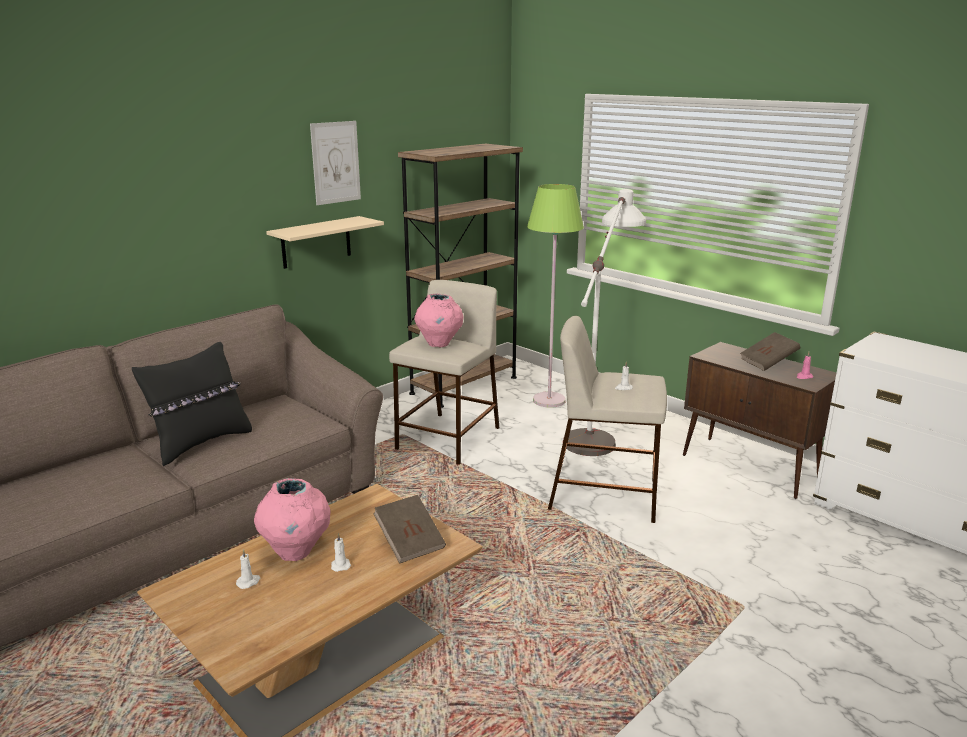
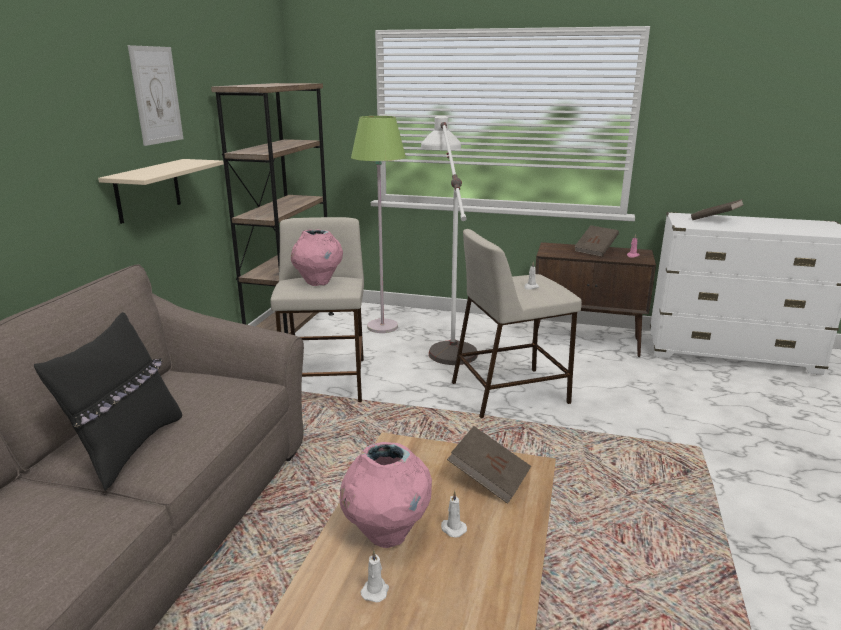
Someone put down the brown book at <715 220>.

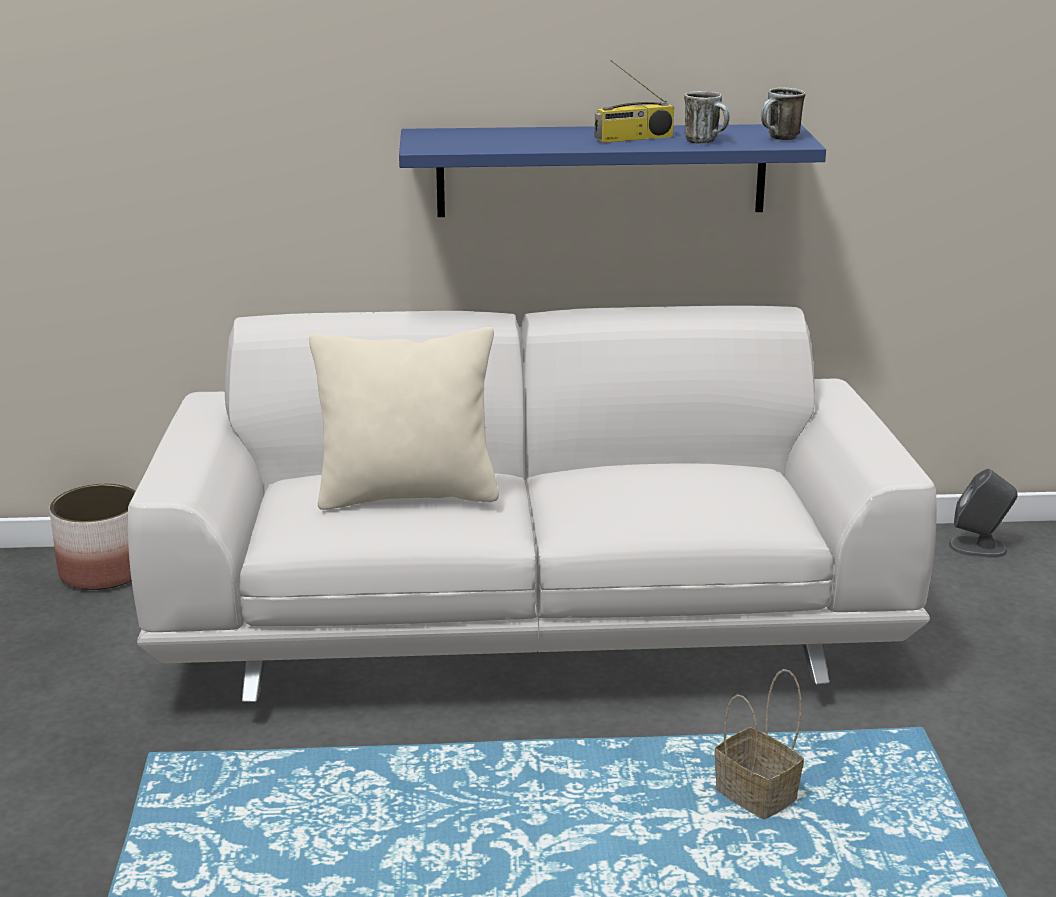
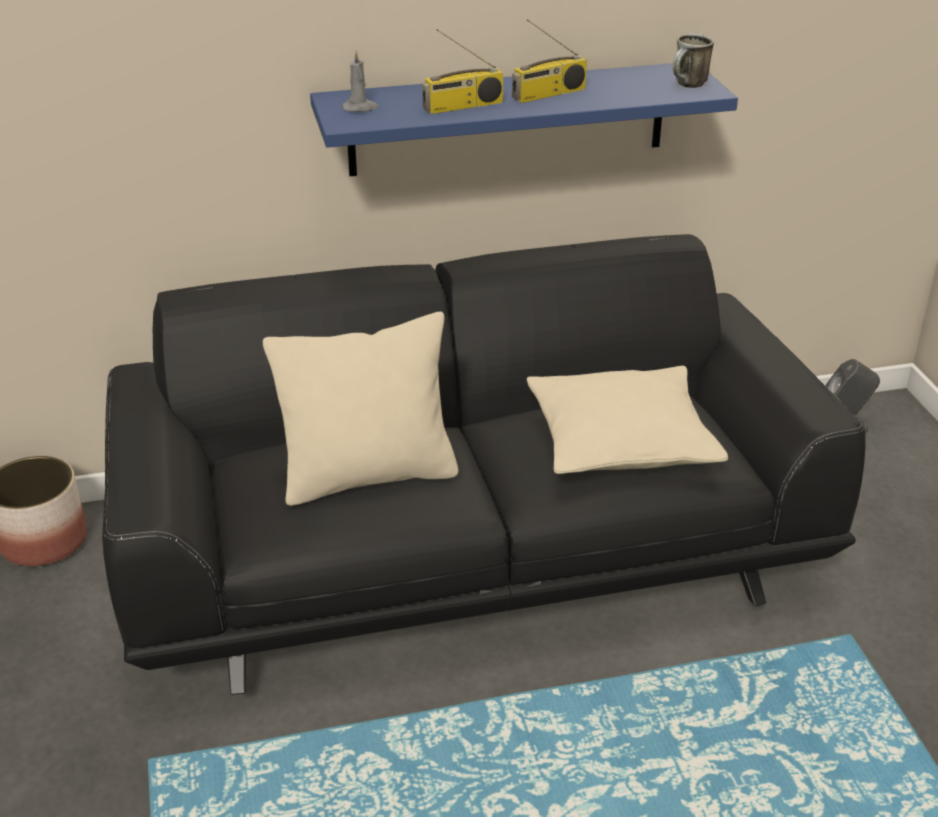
Someone repainted the white sofa at <530 620>, which became the black sofa at <471 553>.
Someone took away the mug at <706 141>.
Someone took away the basket at <758 797>.
Someone put down the grey candle at <360 108>.
Someone put down the radio at <463 106>.
Someone put down the beige pillow at <621 442>.

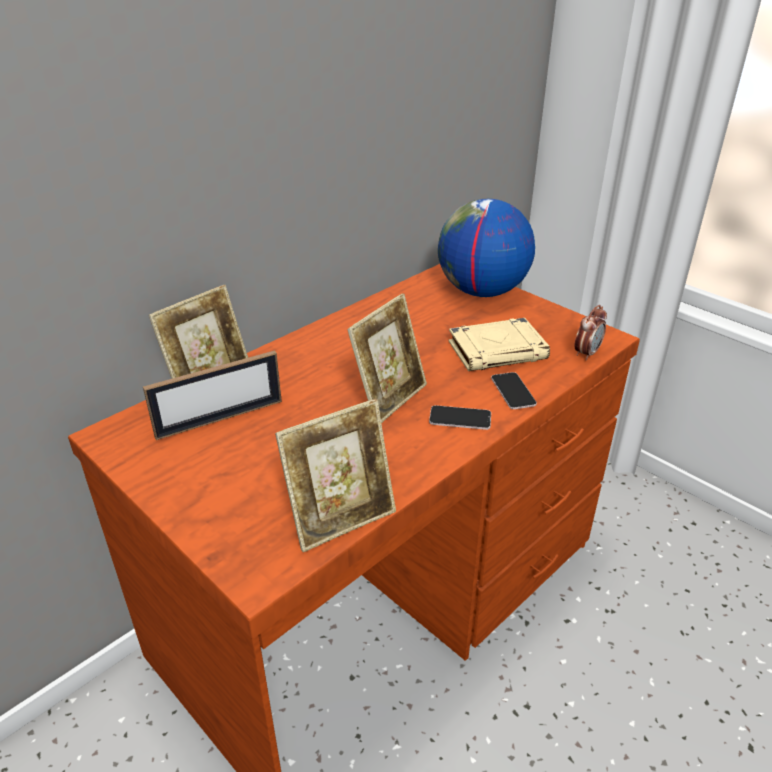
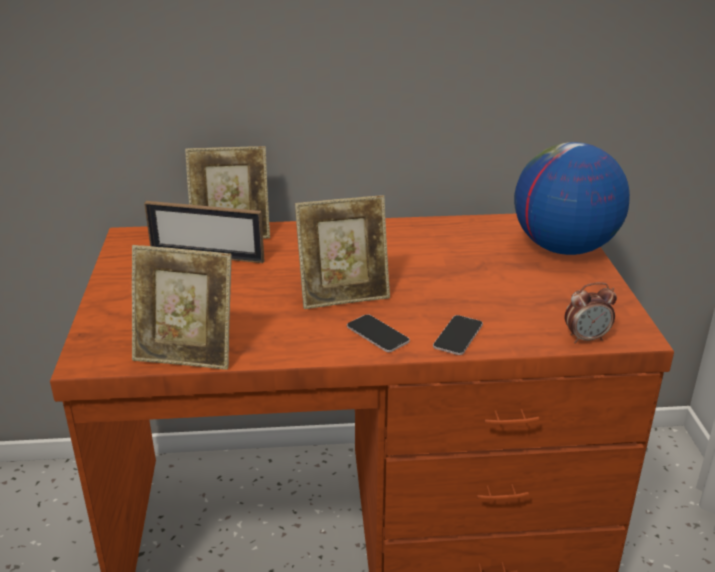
Someone took away the beige book at <498 350>.

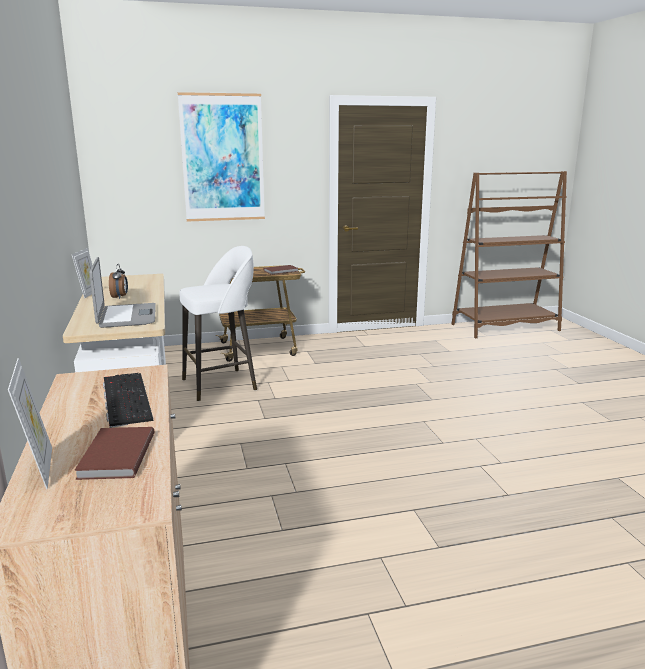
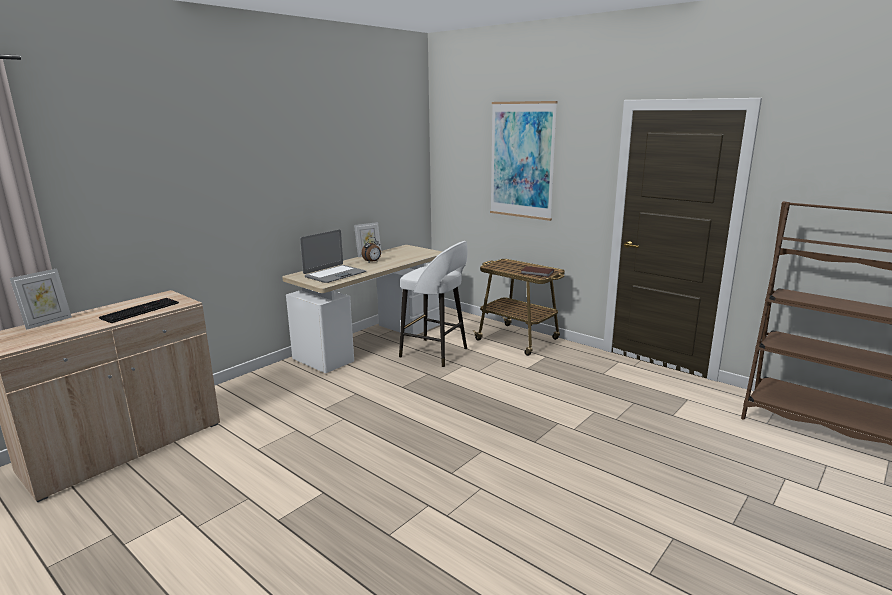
Someone took away the brown book at <115 456>.

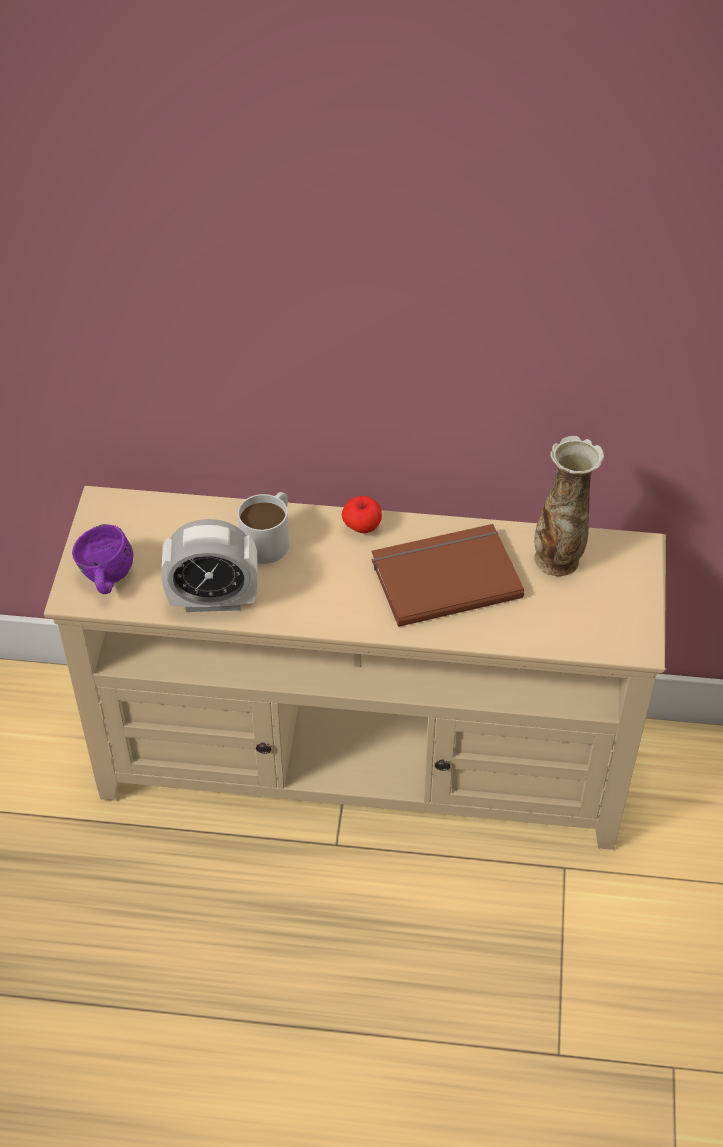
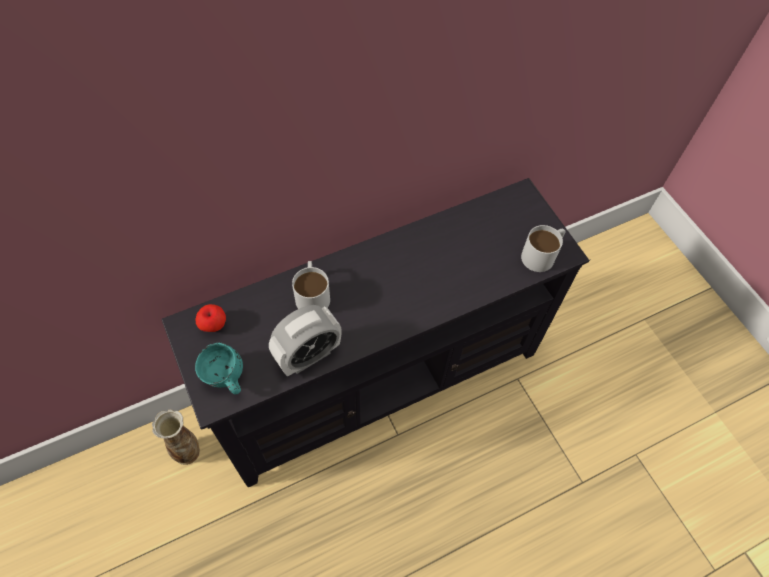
Someone repainted the beige tv stand at <362 762>, which became the black tv stand at <379 379>.
Someone repainted the purple mug at <104 579>, which became the turquoise mug at <225 380>.
Someone carried the apple from <362 527> to <213 325>.
Someone took away the brown book at <444 576>.
Someone carried the vase from <558 560> to <188 452>.
Someone put down the white mug at <542 254>.

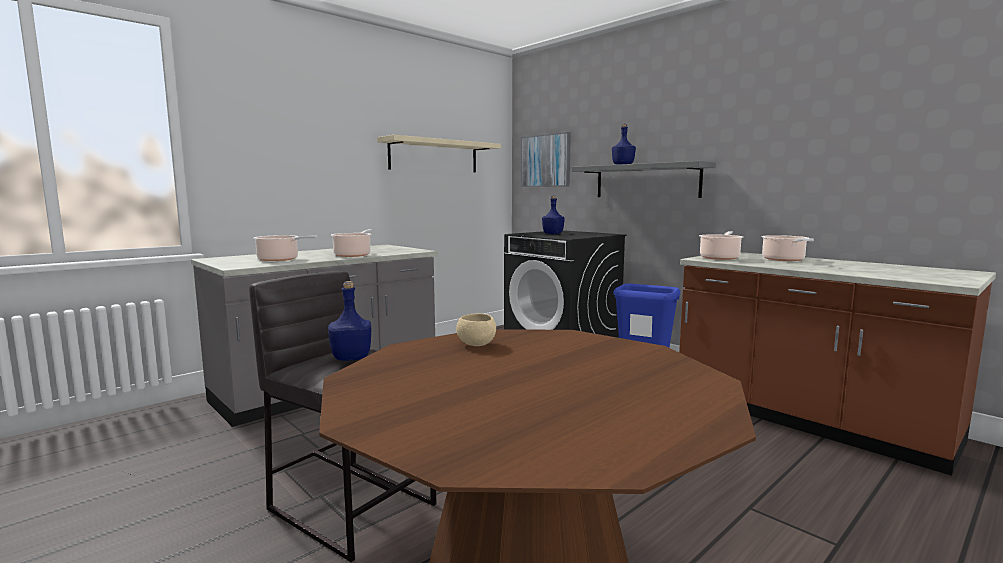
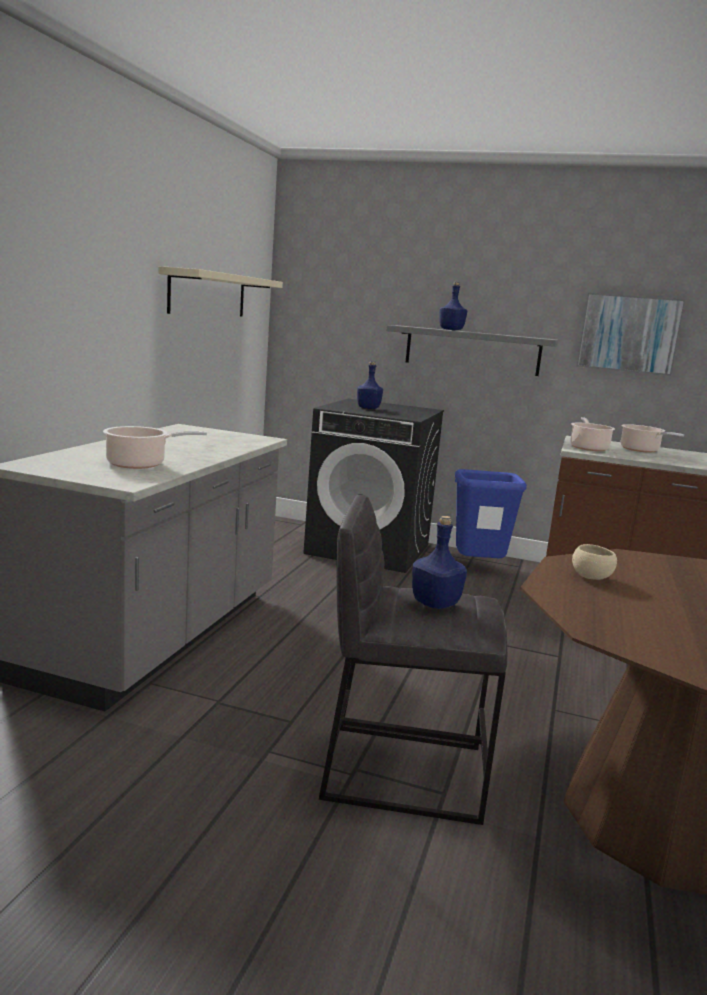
Someone took away the cooking pot at <353 255>.
Someone carried the picture from <545 161> to <629 333>.

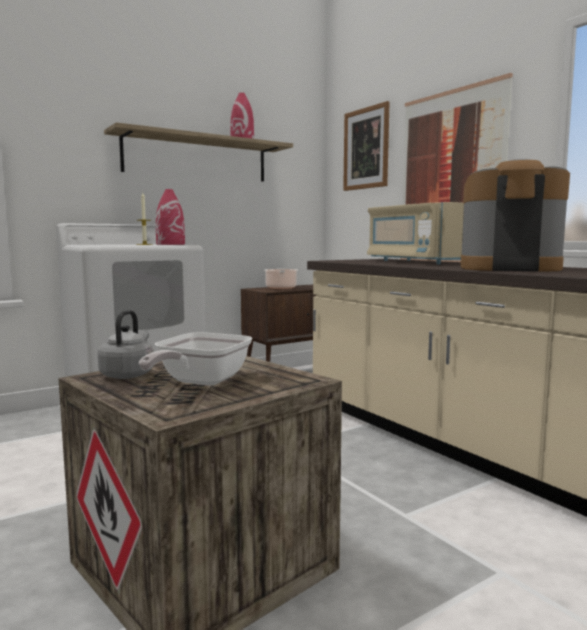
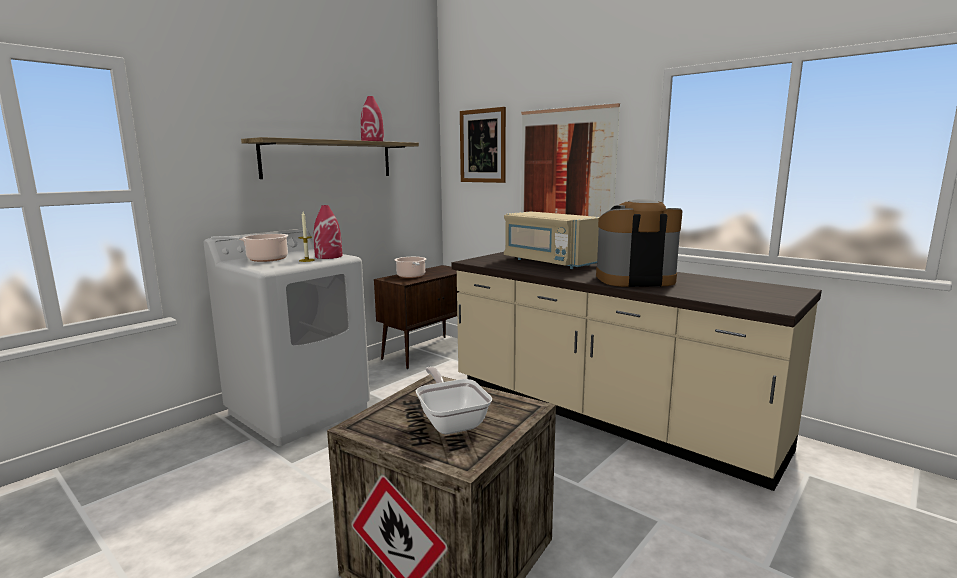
Someone took away the grey kettle at <128 374>.
Someone rotated the frying pan at <199 382> by 150 degrees clockwise.
Someone put down the cooking pot at <264 259>.

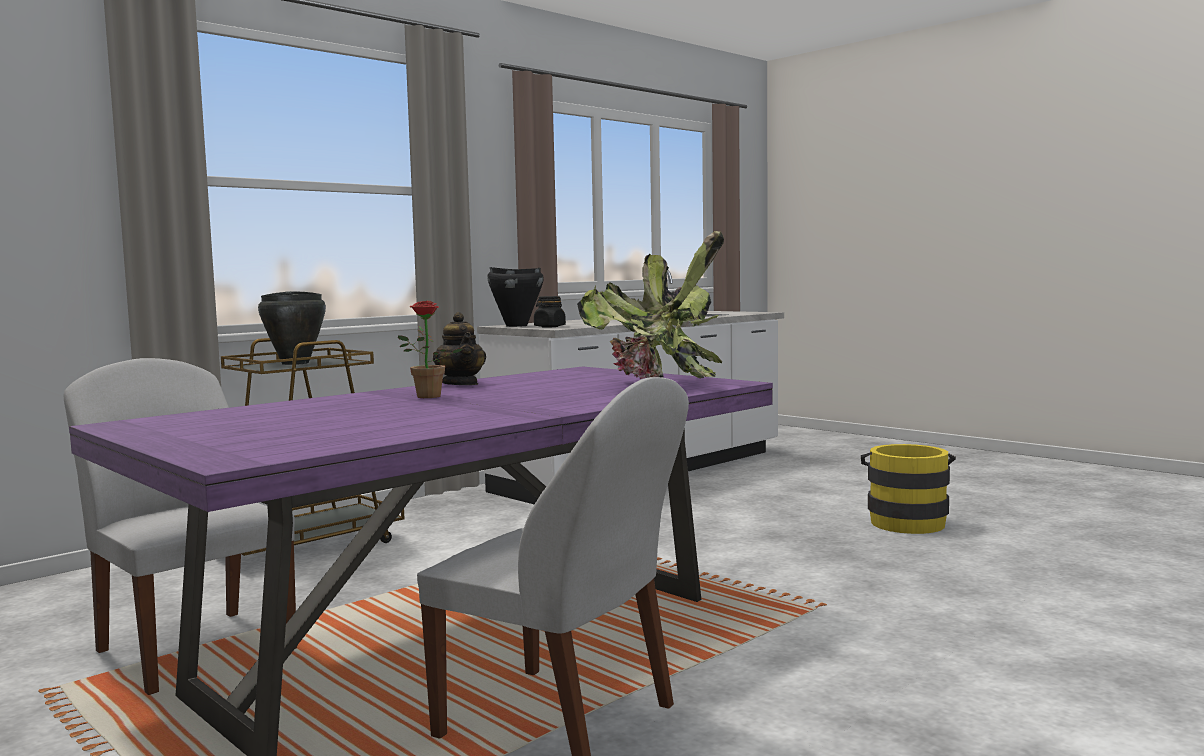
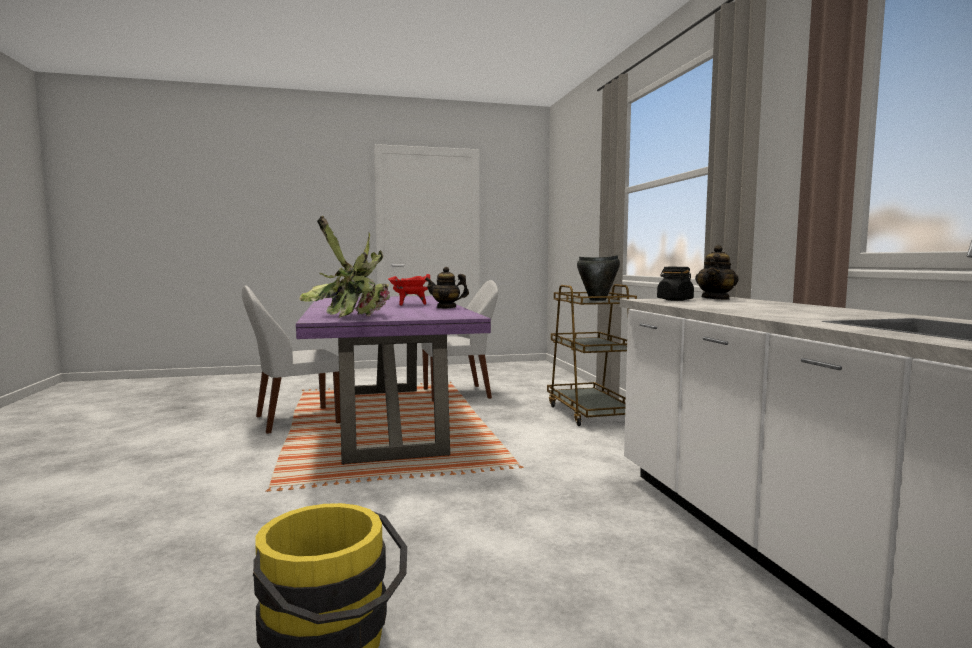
Someone swapped the potted plant at <426 397> for the red cooking pot at <409 304>.
Someone swapped the black cooking pot at <516 326> for the teapot at <716 298>.

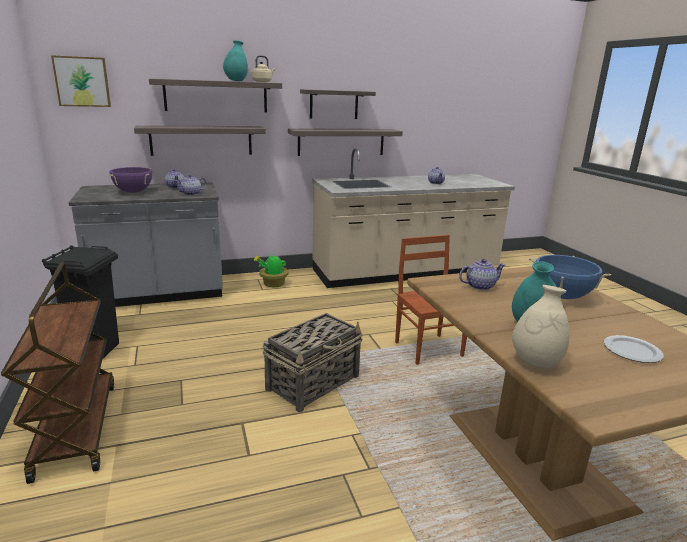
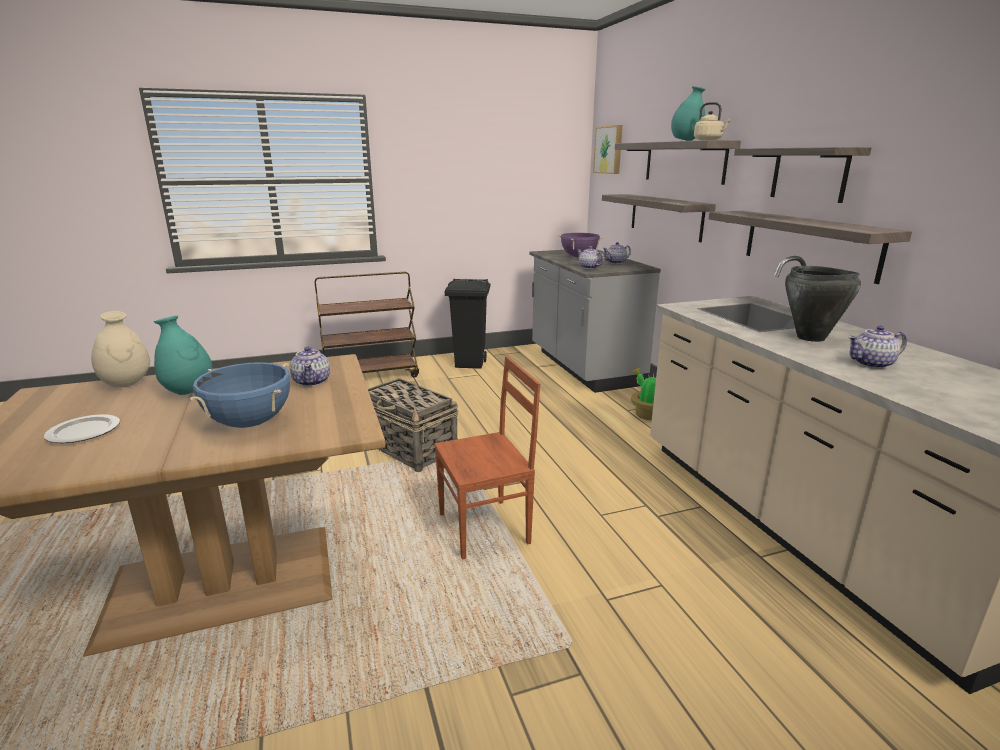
Someone put down the black cooking pot at <810 338>.

